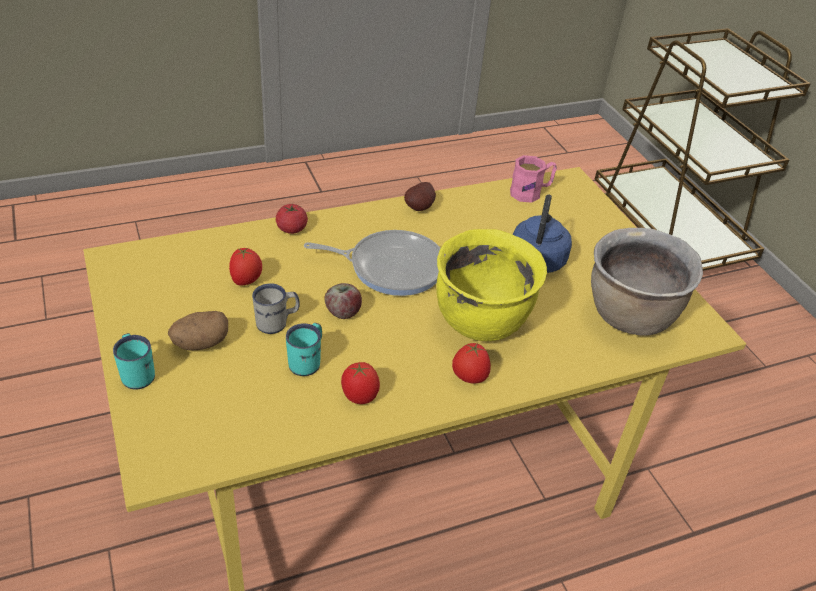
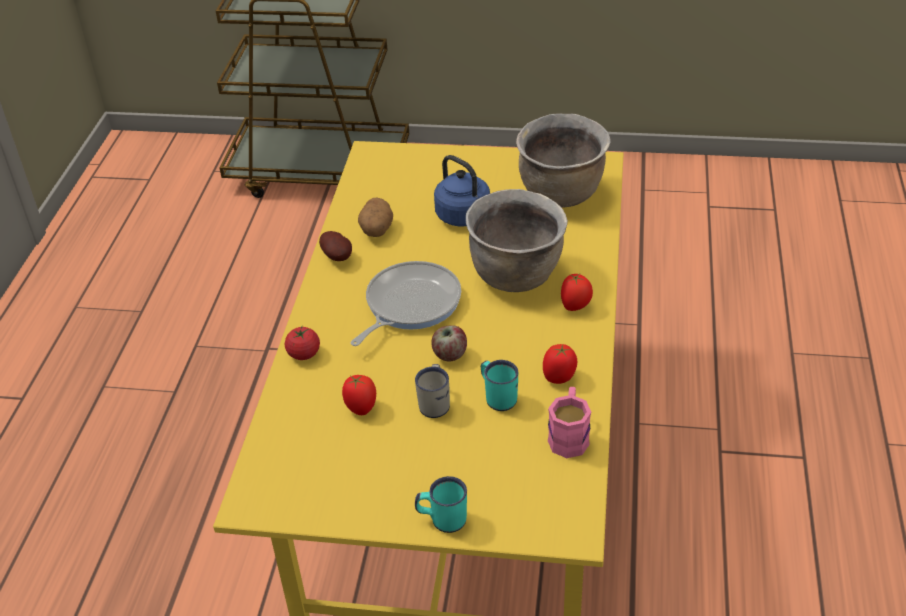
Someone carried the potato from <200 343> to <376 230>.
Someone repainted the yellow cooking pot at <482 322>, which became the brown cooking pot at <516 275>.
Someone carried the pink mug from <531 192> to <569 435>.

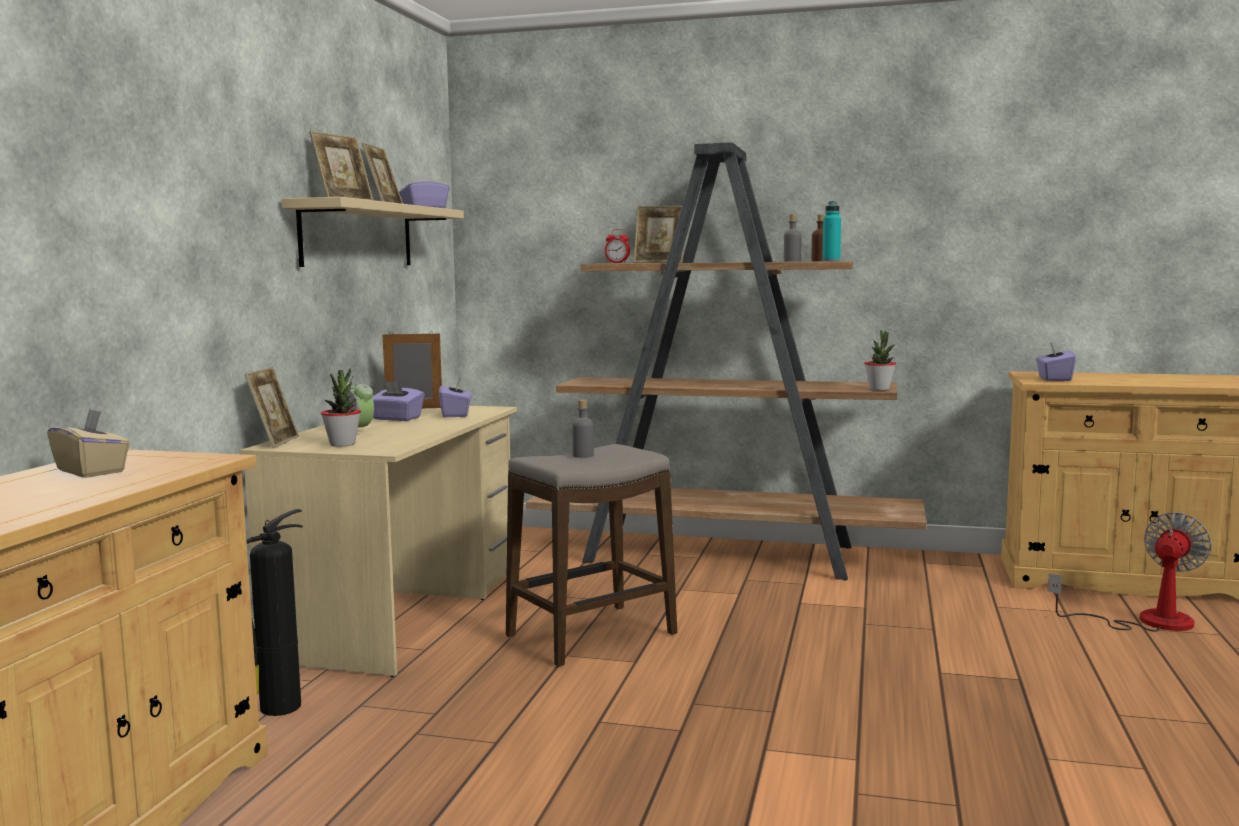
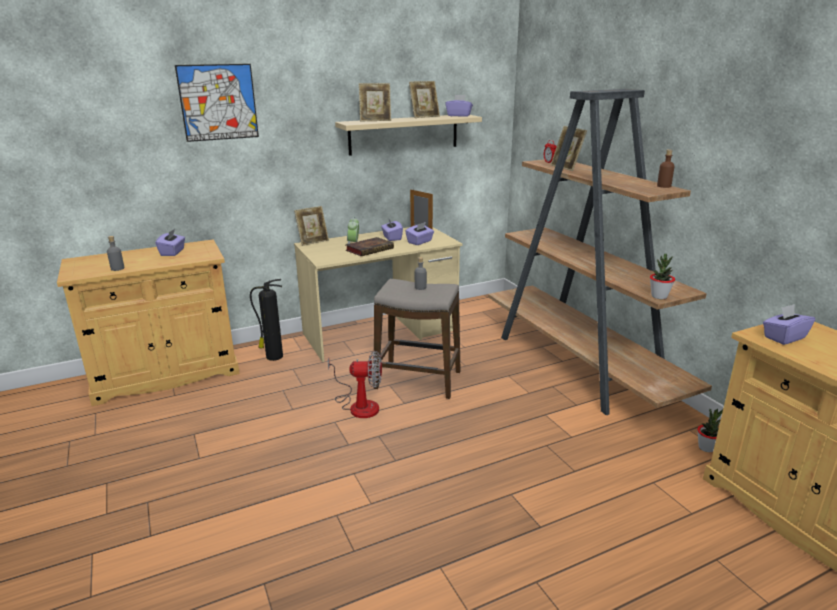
Someone repainted the beige tissue box at <92 471>, which became the purple tissue box at <173 252>.
Someone carried the potted plant from <342 444> to <706 448>.
Someone carried the grey bottle from <792 261> to <117 268>.
Someone took away the turquoise bottle at <831 261>.
Someone carried the fan from <1146 621> to <358 404>.
Someone put up the picture at <218 102>.
Someone put down the book at <370 249>.

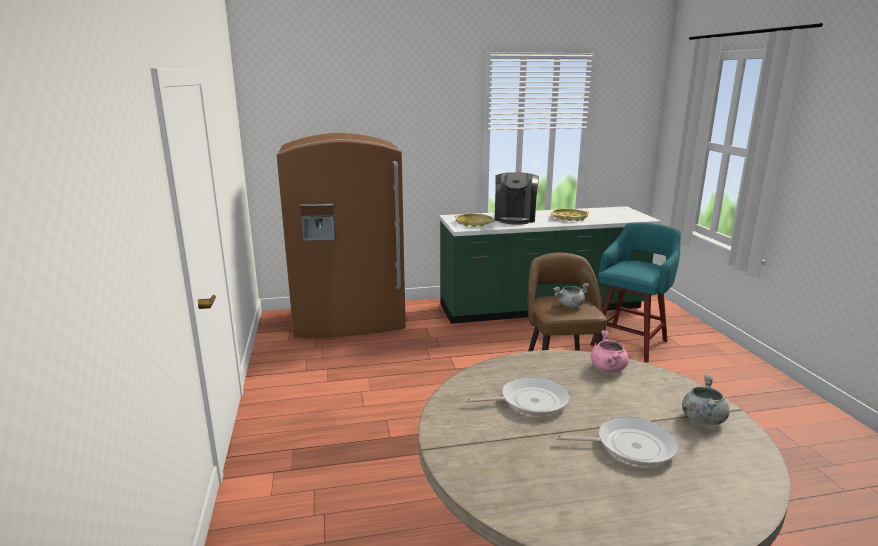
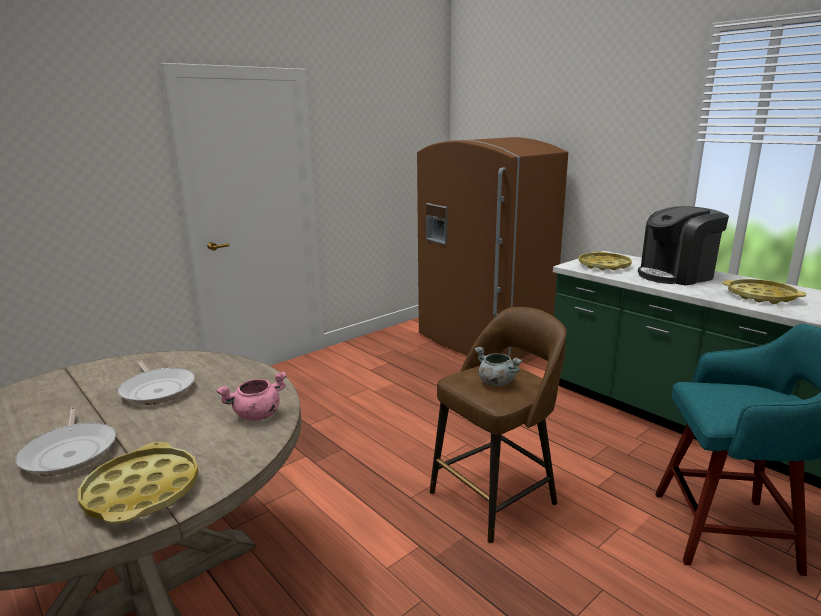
Someone swapped the grey cooking pot at <702 418> for the yellow tray at <142 491>.

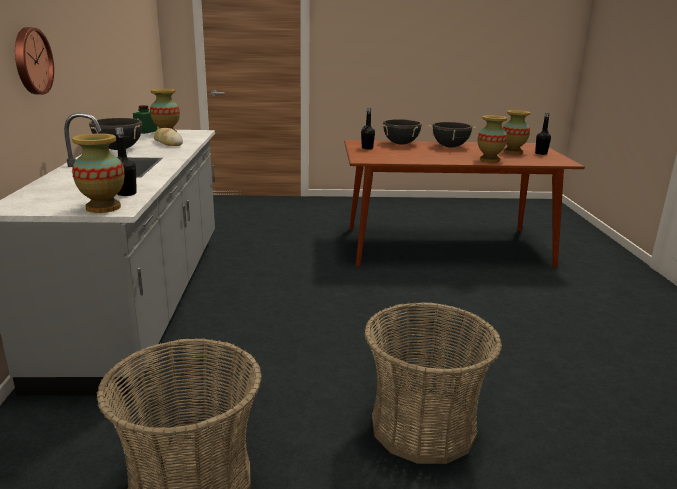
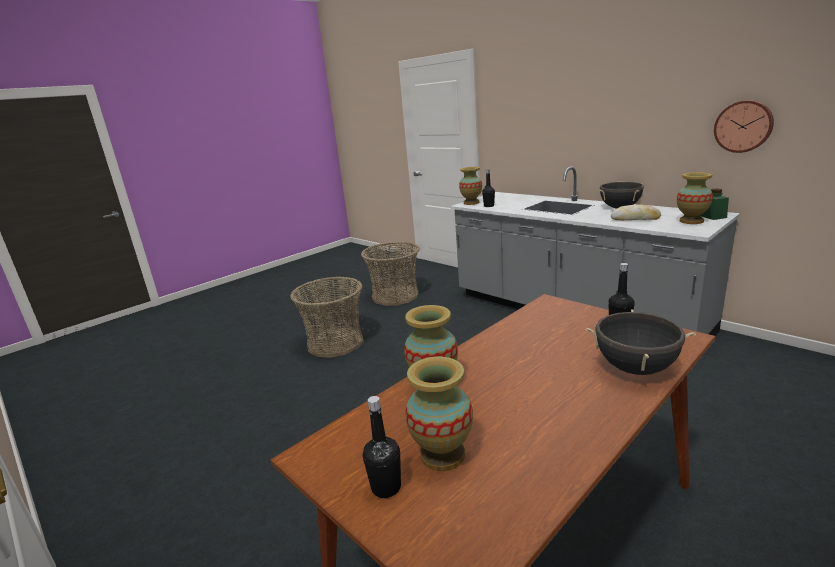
Someone carried the wall clock from <31 61> to <743 126>.
Someone took away the black cooking pot at <450 147>.

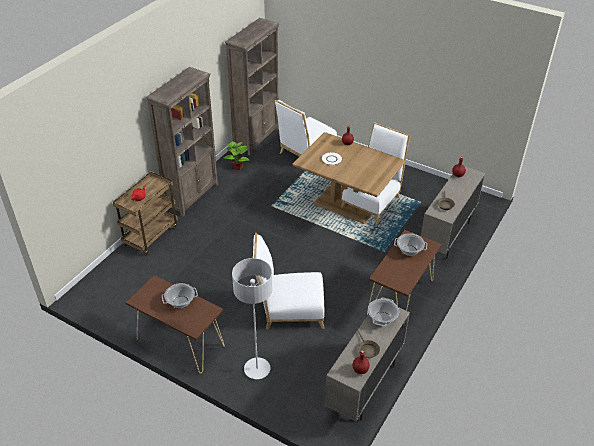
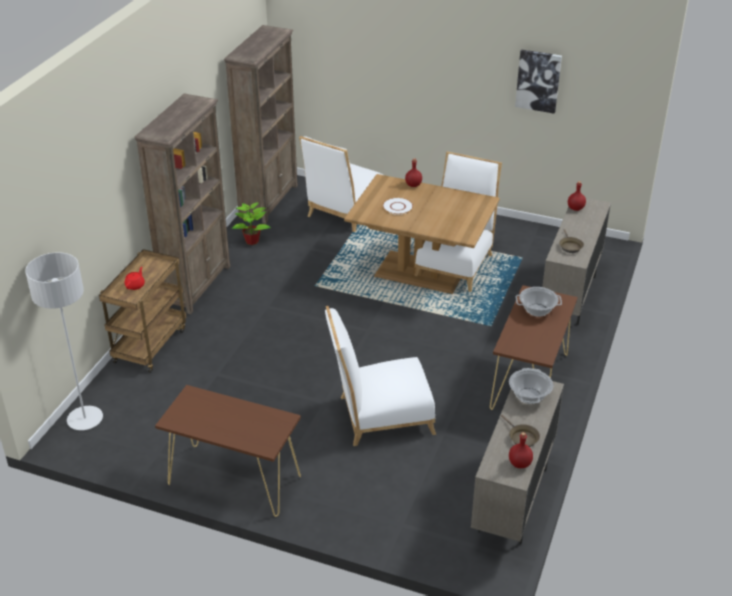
Someone took away the cooking pot at <180 302>.
Someone carried the grey floor lamp from <257 369> to <85 419>.
Someone put up the picture at <538 80>.

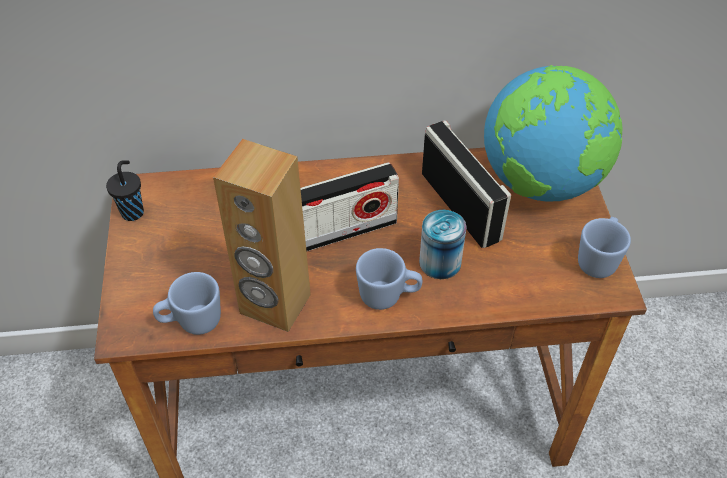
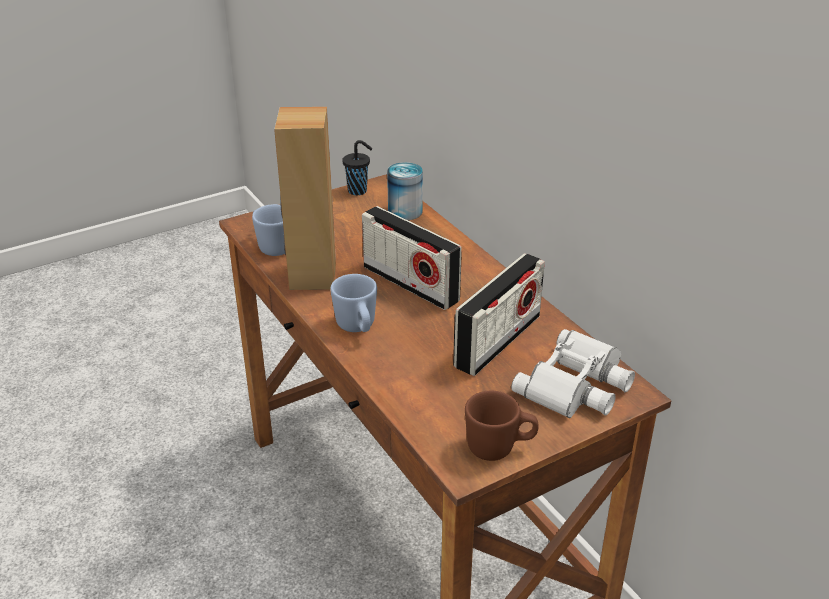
Someone carried the can from <440 262> to <405 211>.
Someone swapped the globe at <541 182> for the white binoculars at <577 385>.
Someone repainted the blue mug at <598 259>, which became the brown mug at <499 448>.

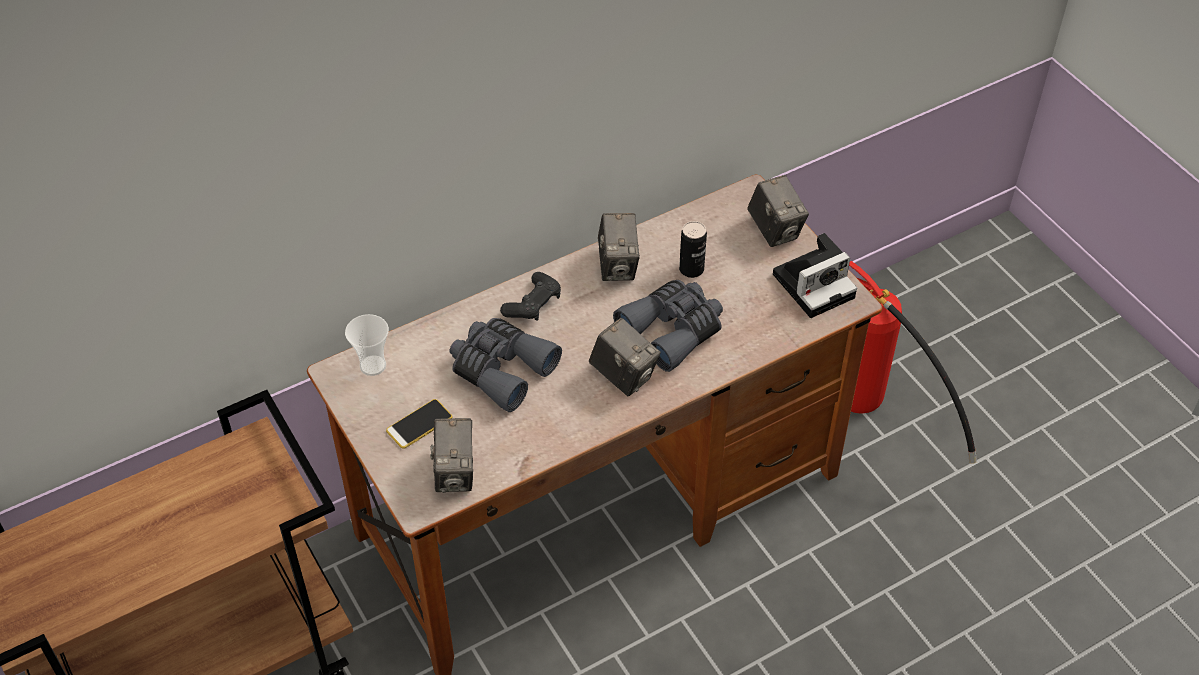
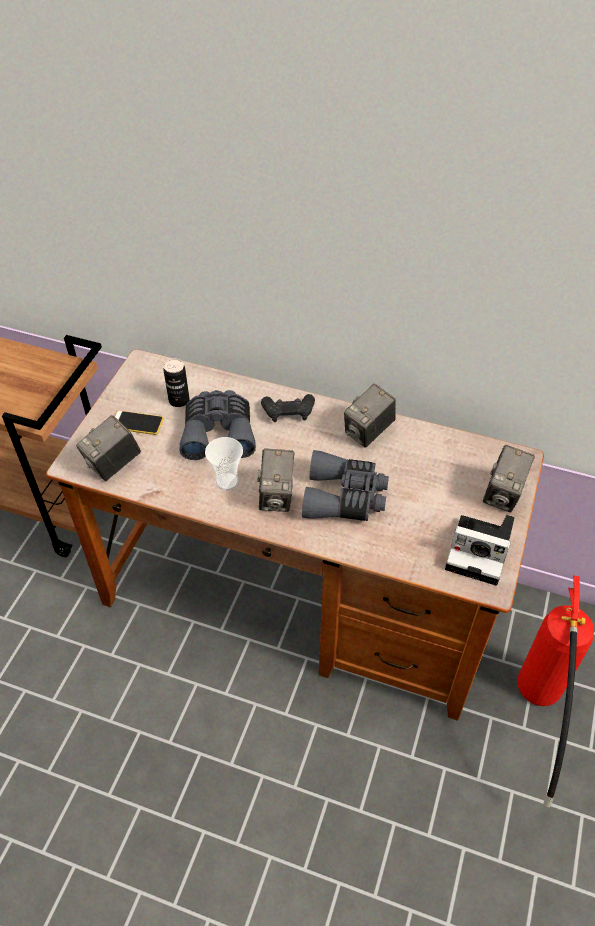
Someone carried the cup from <373 365> to <227 481>.
Someone carried the can from <691 269> to <179 400>.

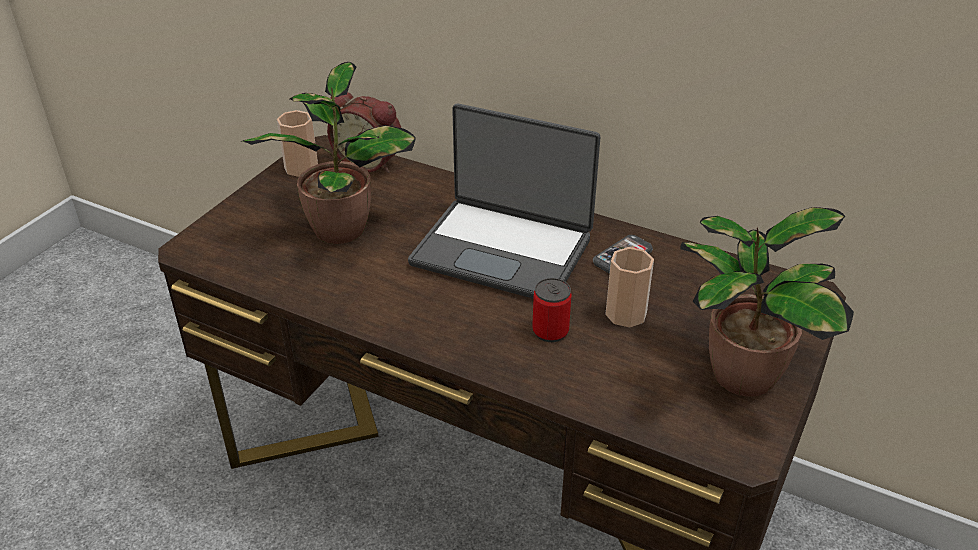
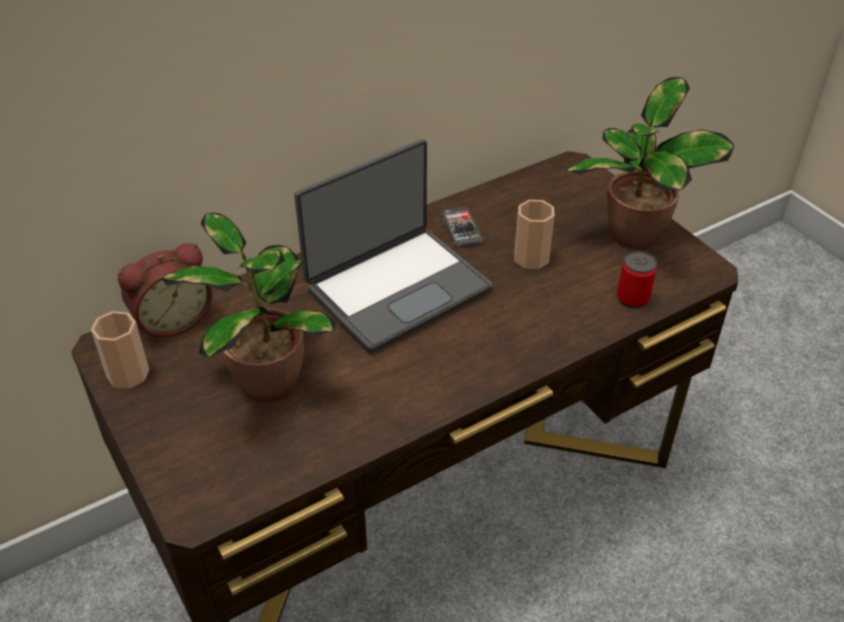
Someone carried the can from <550 331> to <632 298>.

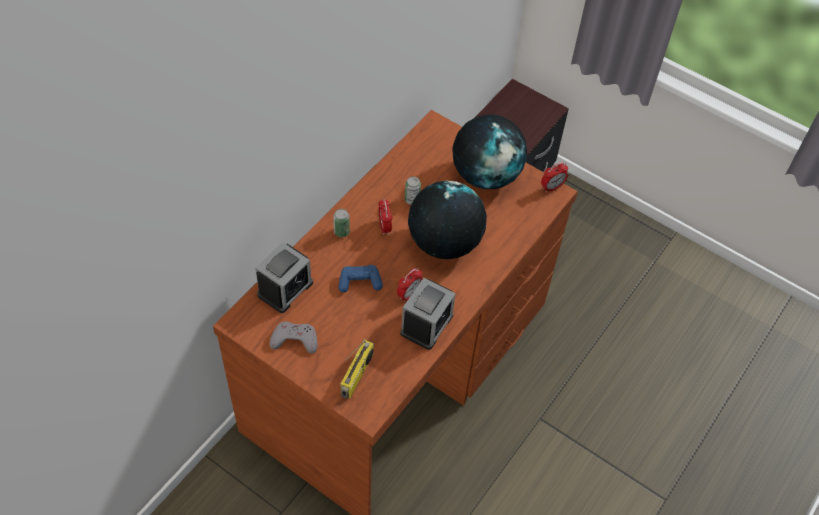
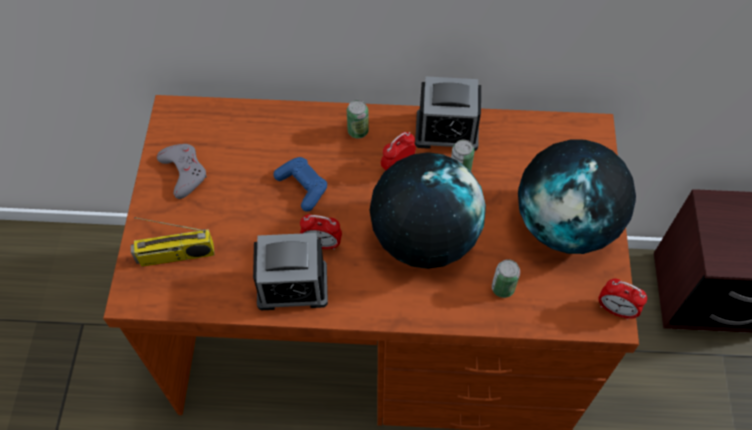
Someone carried the alarm clock from <285 289> to <446 131>.
Someone put down the can at <502 288>.

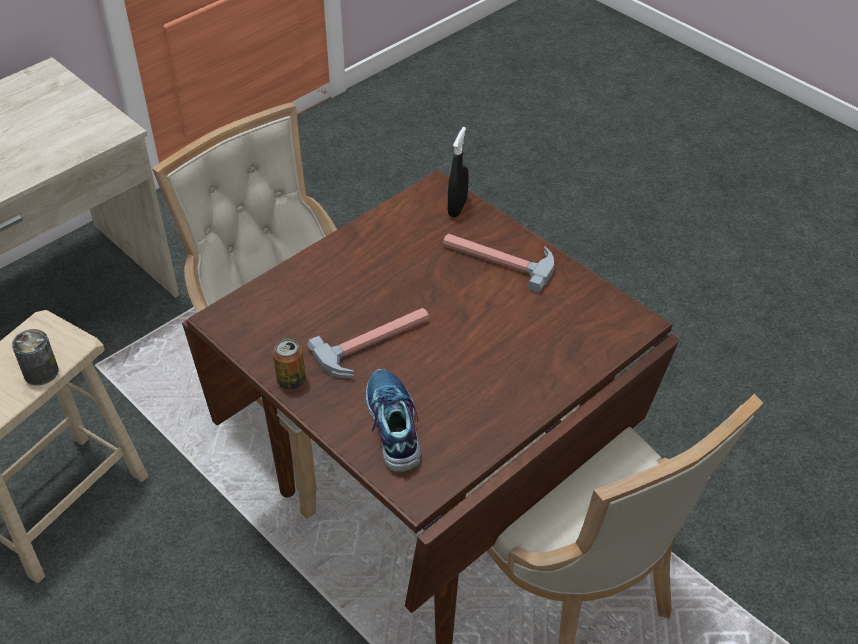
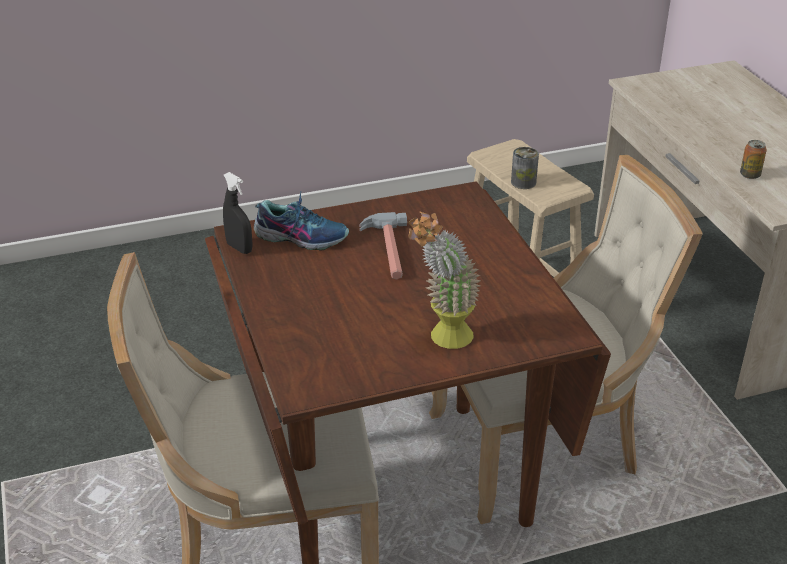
Someone carried the can from <291 380> to <750 175>.
Someone swapped the hammer at <498 259> for the potted plant at <442 340>.
Someone carried the black spray bottle from <457 207> to <239 248>.

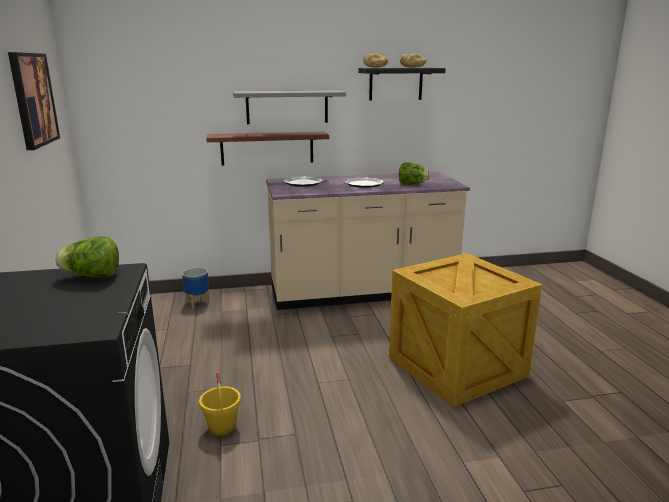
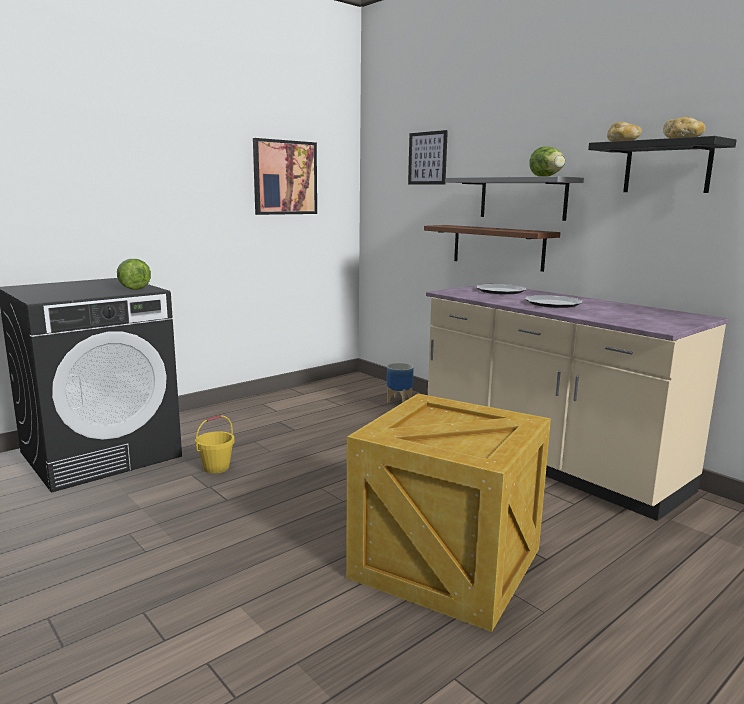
Someone carried the lettuce from <412 184> to <547 176>.
Someone put up the picture at <427 158>.

